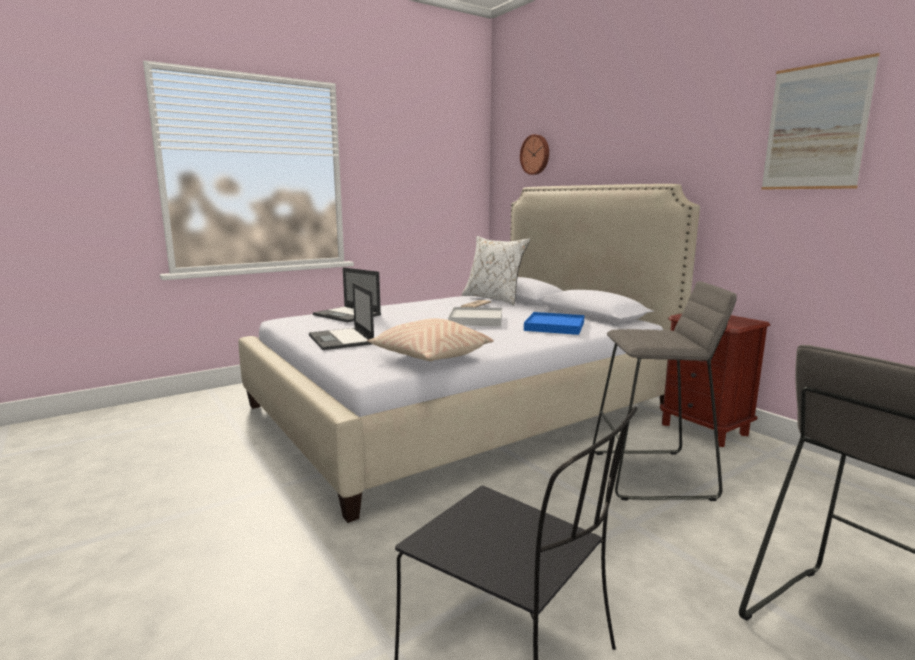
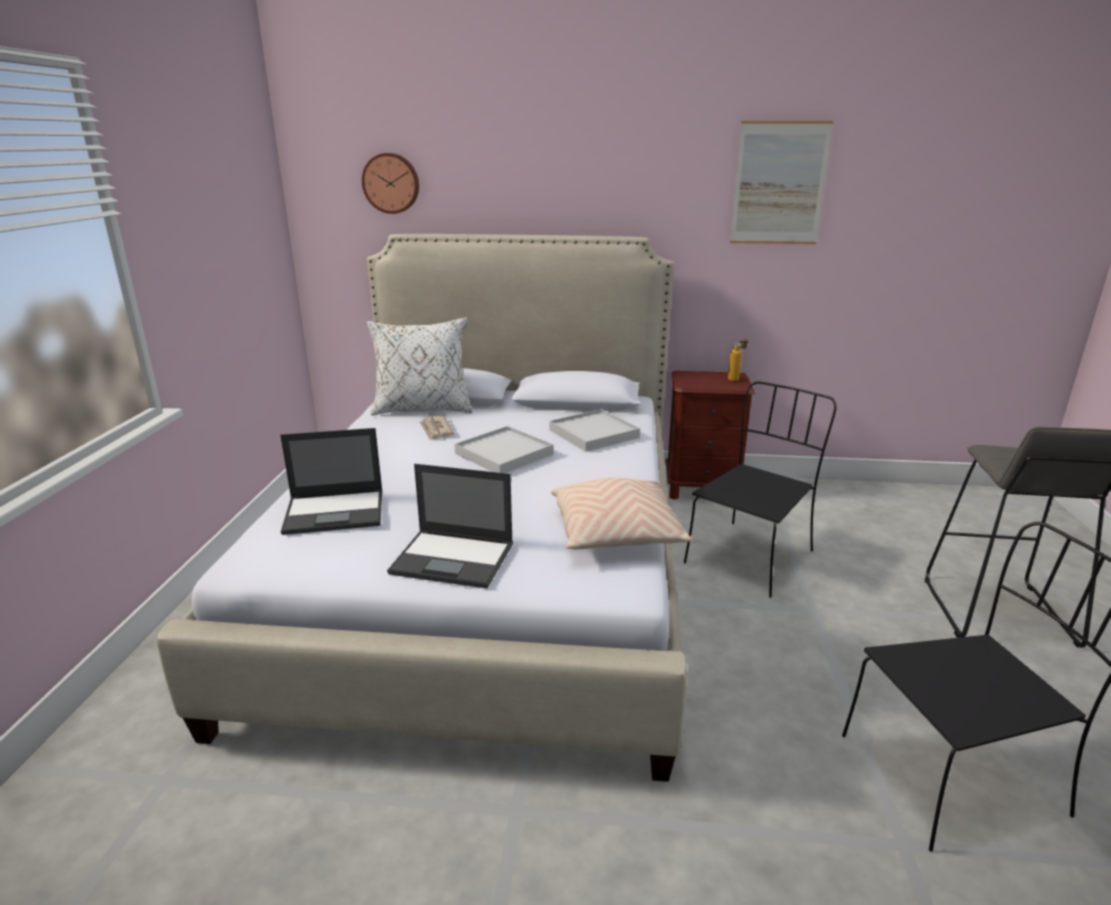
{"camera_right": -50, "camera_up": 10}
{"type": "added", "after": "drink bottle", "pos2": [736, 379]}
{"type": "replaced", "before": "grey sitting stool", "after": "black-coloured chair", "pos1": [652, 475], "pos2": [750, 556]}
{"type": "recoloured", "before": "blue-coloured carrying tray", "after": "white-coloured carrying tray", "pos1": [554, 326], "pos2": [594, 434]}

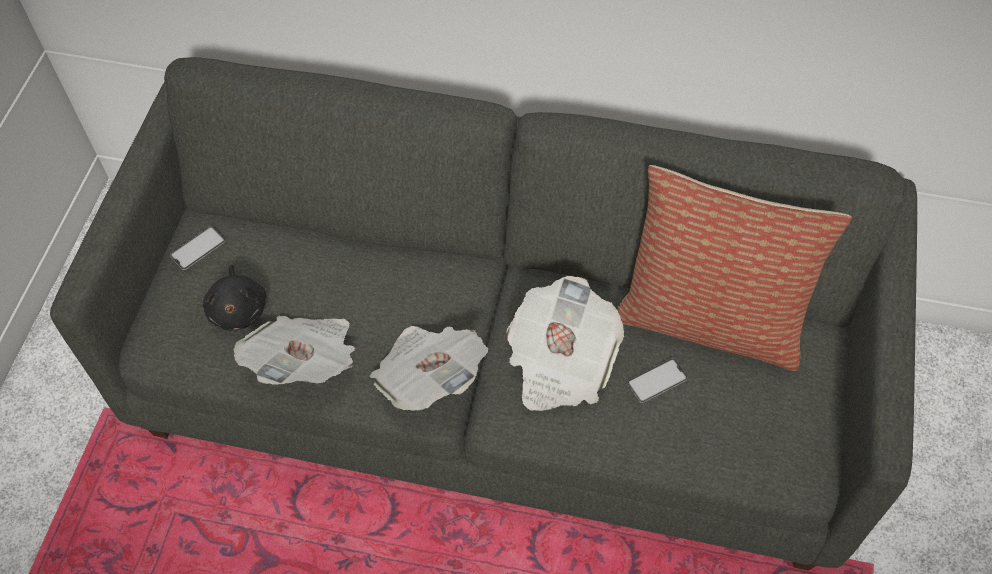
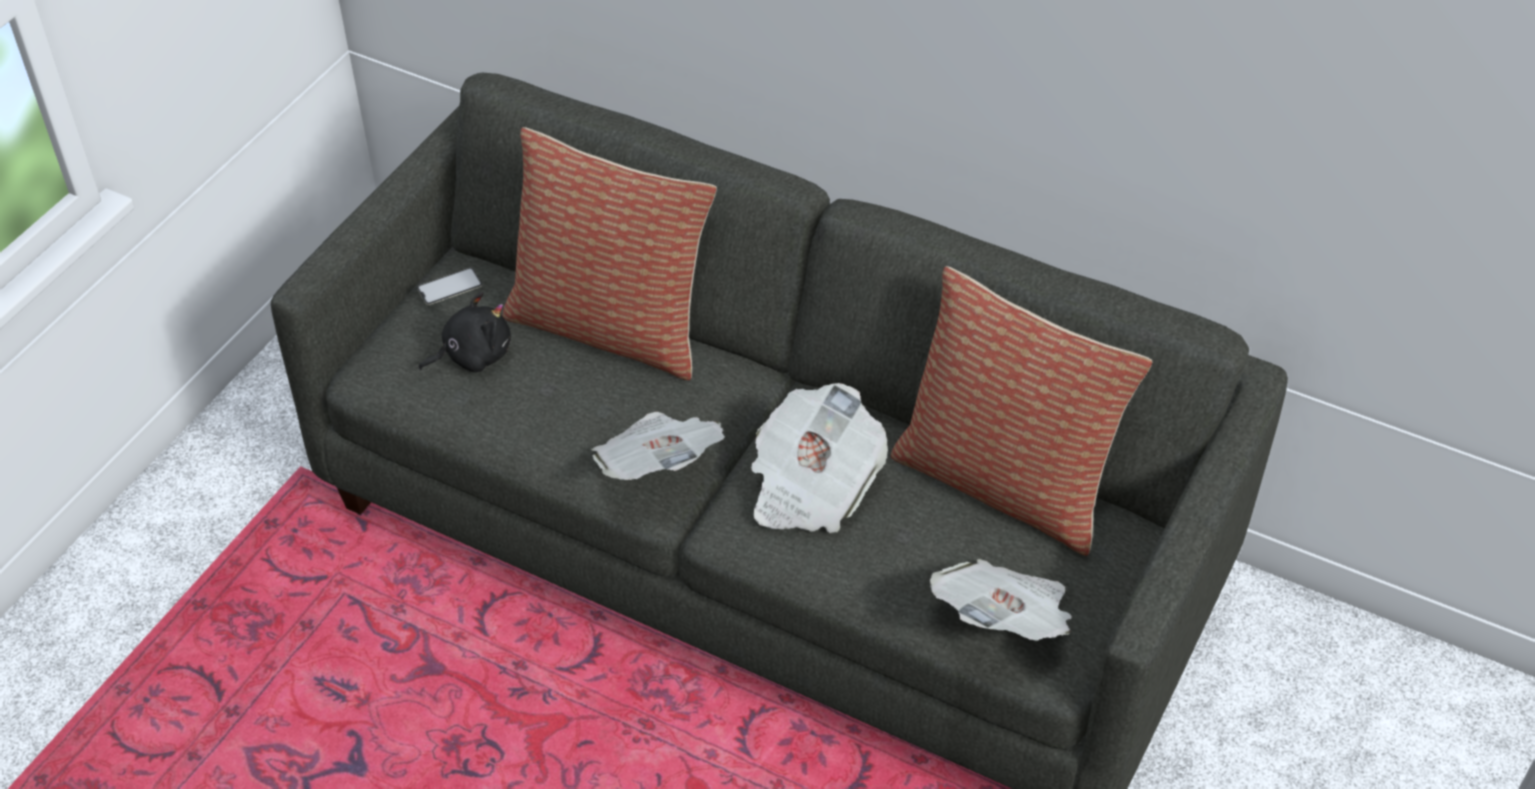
{"camera_right": 15, "camera_up": -10}
{"type": "removed", "before": "handset", "pos1": [657, 381]}
{"type": "added", "after": "throw pillow", "pos2": [611, 326]}
{"type": "moved", "before": "newspaper", "pos1": [305, 362], "pos2": [1004, 621]}
{"type": "turned", "before": "black-coloured plush toy", "pos1": [238, 309], "pos2": [473, 355], "turn": -120}

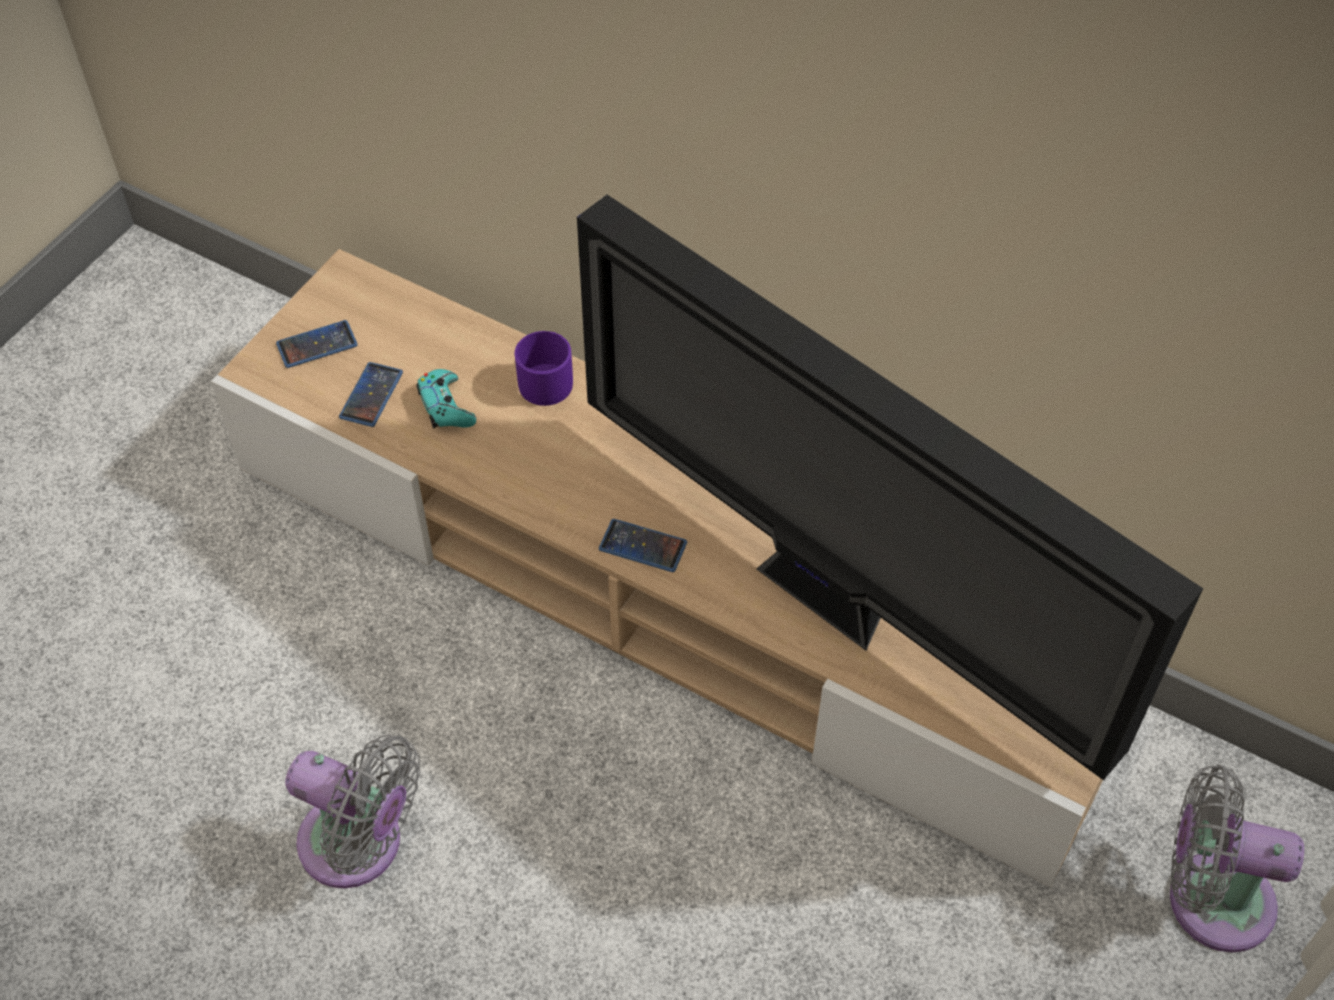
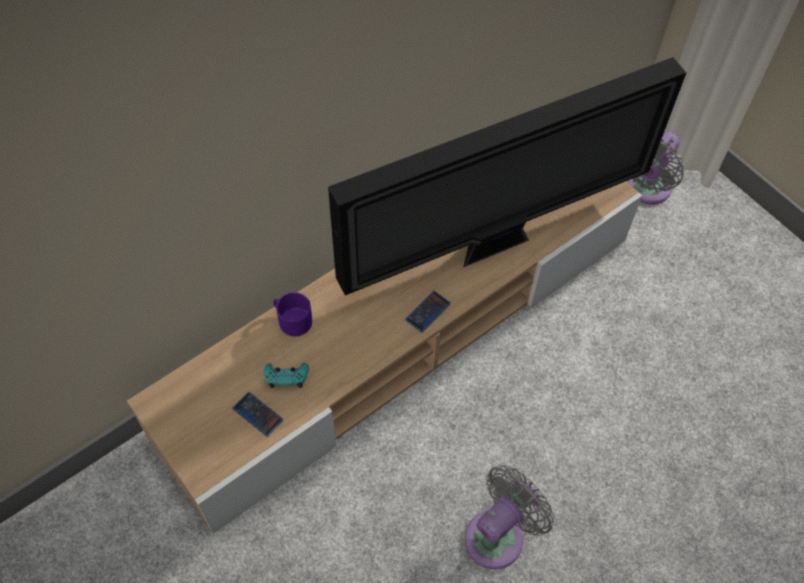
{"camera_right": -70, "camera_up": 5}
{"type": "removed", "before": "handset", "pos1": [317, 345]}

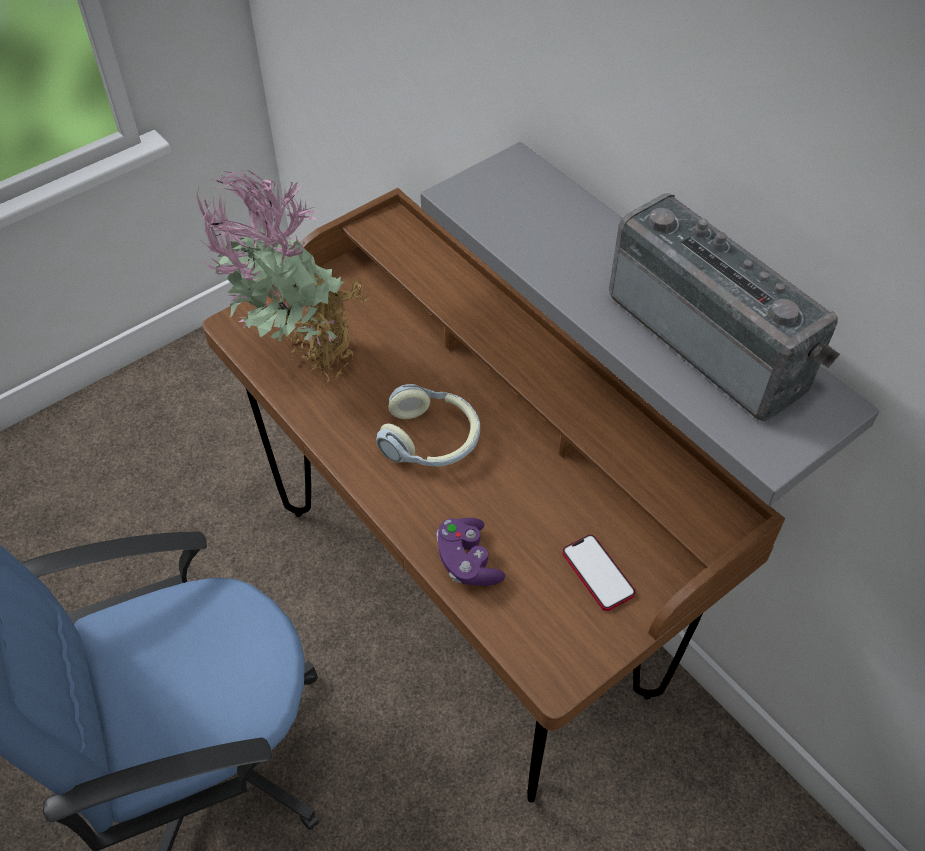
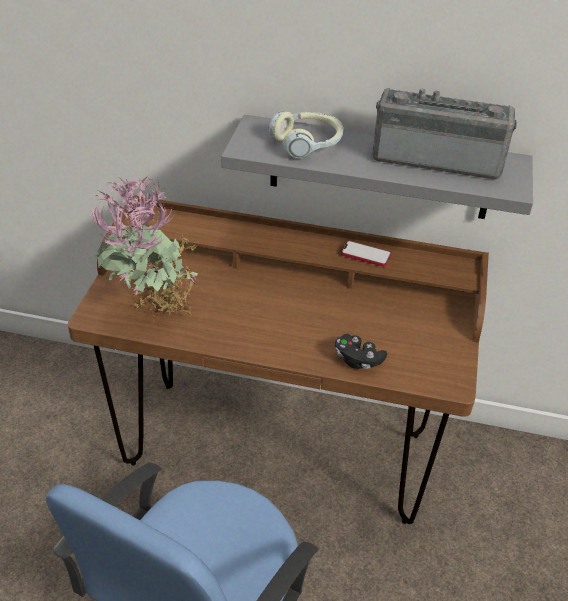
{"camera_right": -40, "camera_up": -10}
{"type": "moved", "before": "headset", "pos1": [431, 440], "pos2": [307, 143]}
{"type": "moved", "before": "handset", "pos1": [597, 573], "pos2": [366, 255]}
{"type": "recoloured", "before": "purple-coloured joypad", "after": "black-coloured joypad", "pos1": [467, 561], "pos2": [358, 360]}

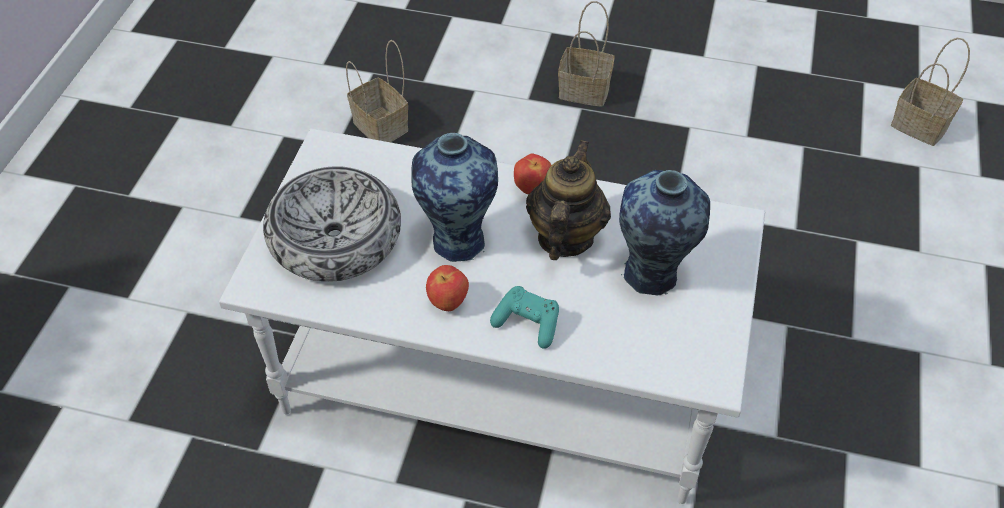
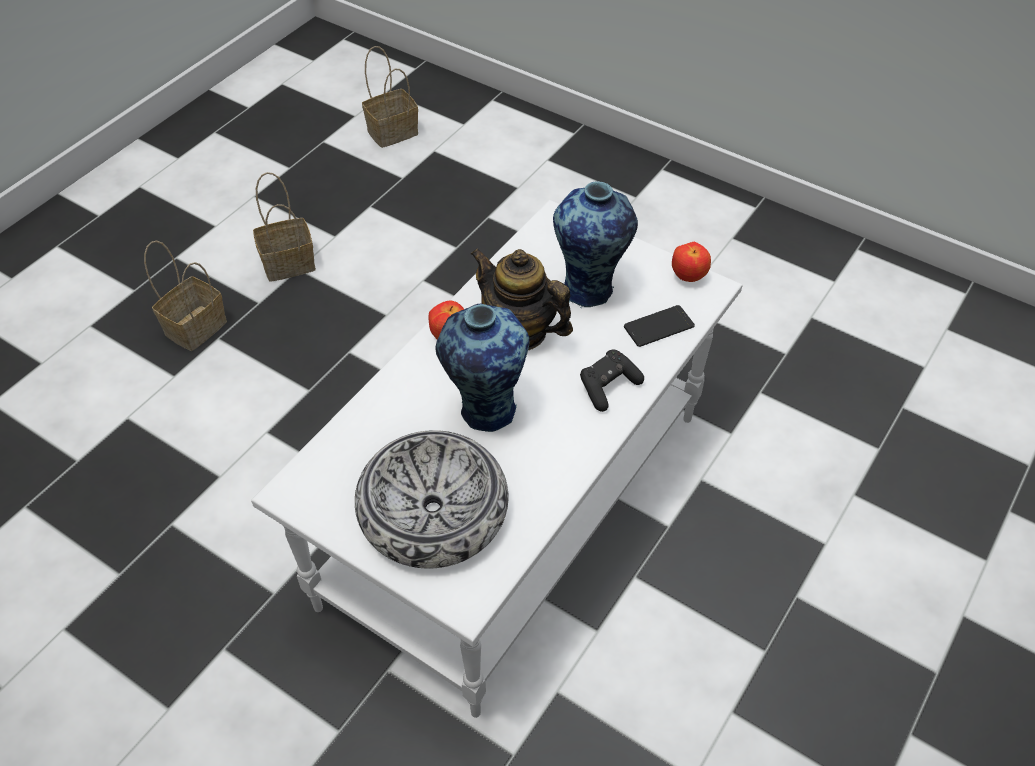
{"camera_right": -70, "camera_up": 0}
{"type": "added", "after": "handset", "pos2": [659, 327]}
{"type": "moved", "before": "household basket", "pos1": [382, 127], "pos2": [290, 262]}
{"type": "moved", "before": "apple fruit", "pos1": [448, 303], "pos2": [688, 277]}
{"type": "recoloured", "before": "turquoise joypad", "after": "black-coloured joypad", "pos1": [527, 323], "pos2": [608, 386]}

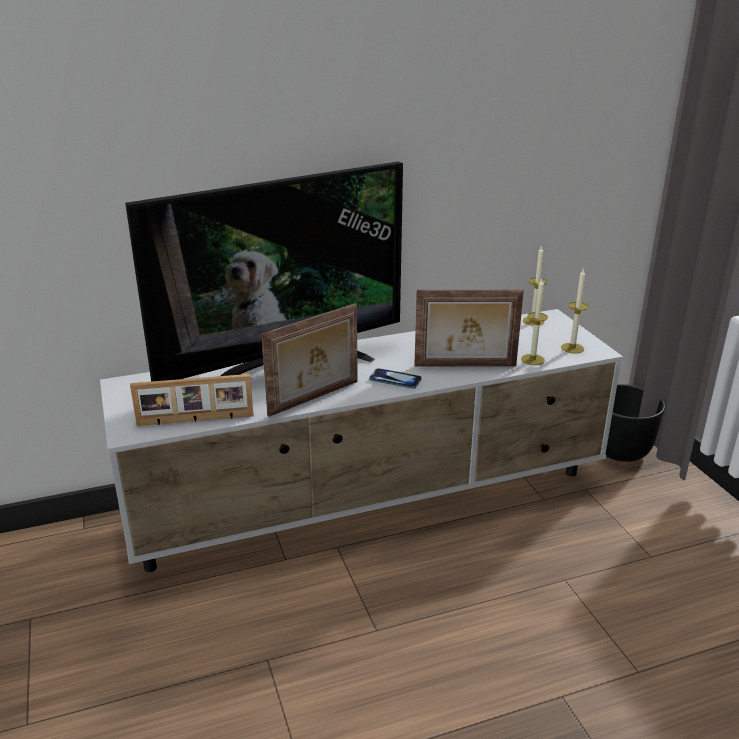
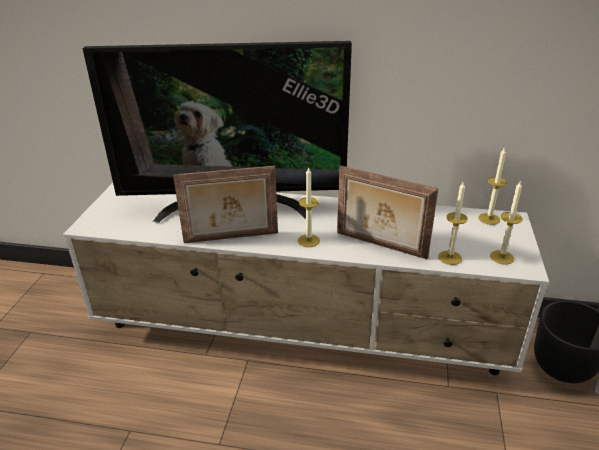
{"camera_right": 30, "camera_up": 5}
{"type": "removed", "before": "picture frame", "pos1": [195, 420]}
{"type": "replaced", "before": "handset", "after": "wax candle", "pos1": [395, 380], "pos2": [308, 240]}

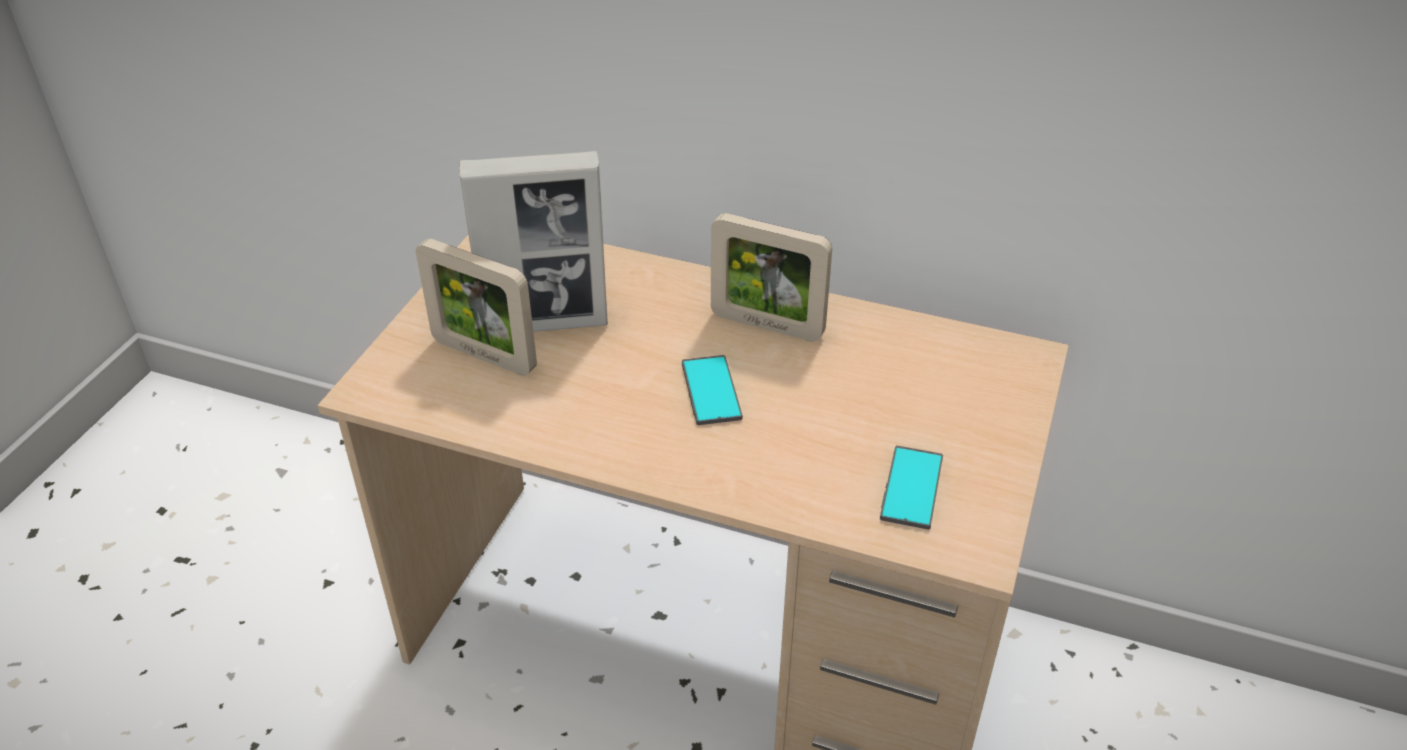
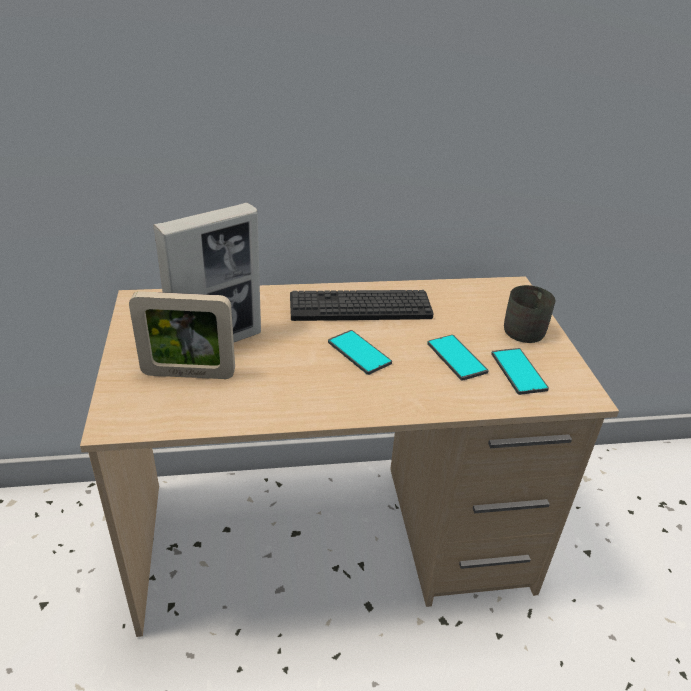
{"camera_right": -30, "camera_up": -5}
{"type": "added", "after": "handset", "pos2": [456, 358]}
{"type": "added", "after": "grey tea mug", "pos2": [527, 328]}
{"type": "replaced", "before": "picture frame", "after": "PC keyboard", "pos1": [767, 325], "pos2": [360, 307]}

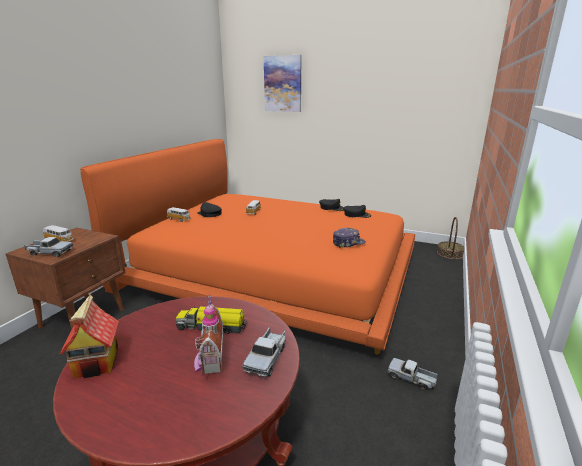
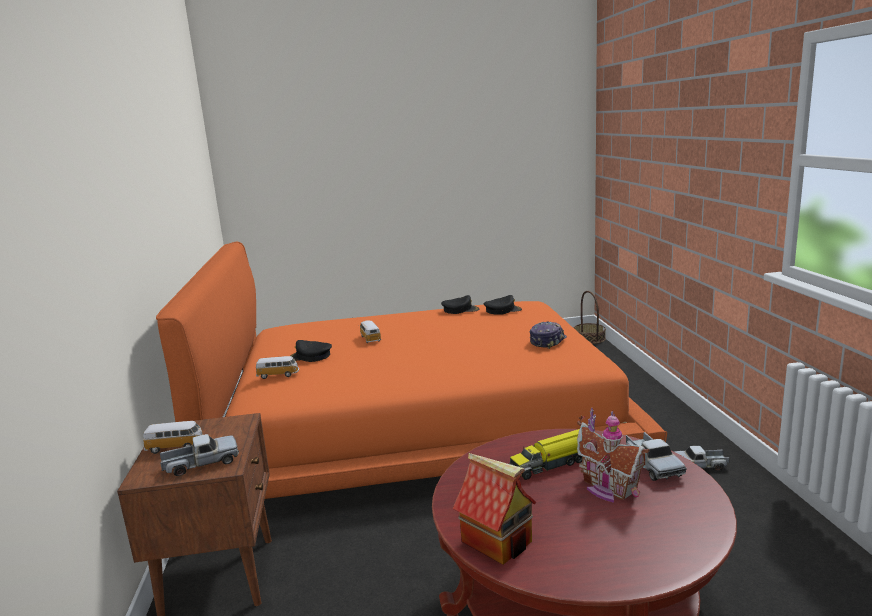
{"camera_right": -30, "camera_up": -5}
{"type": "removed", "before": "wall picture", "pos1": [283, 84]}

